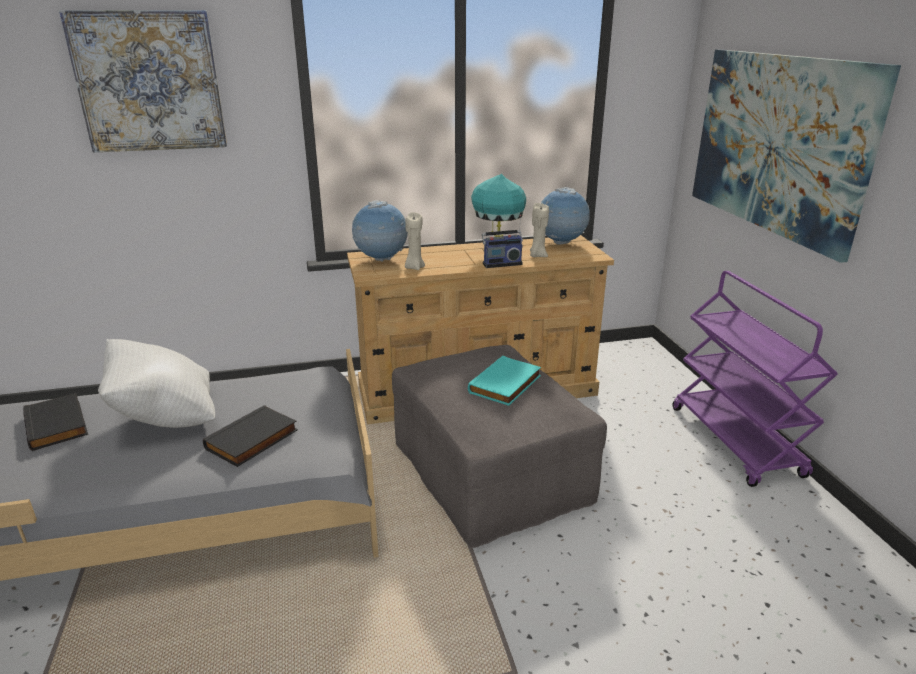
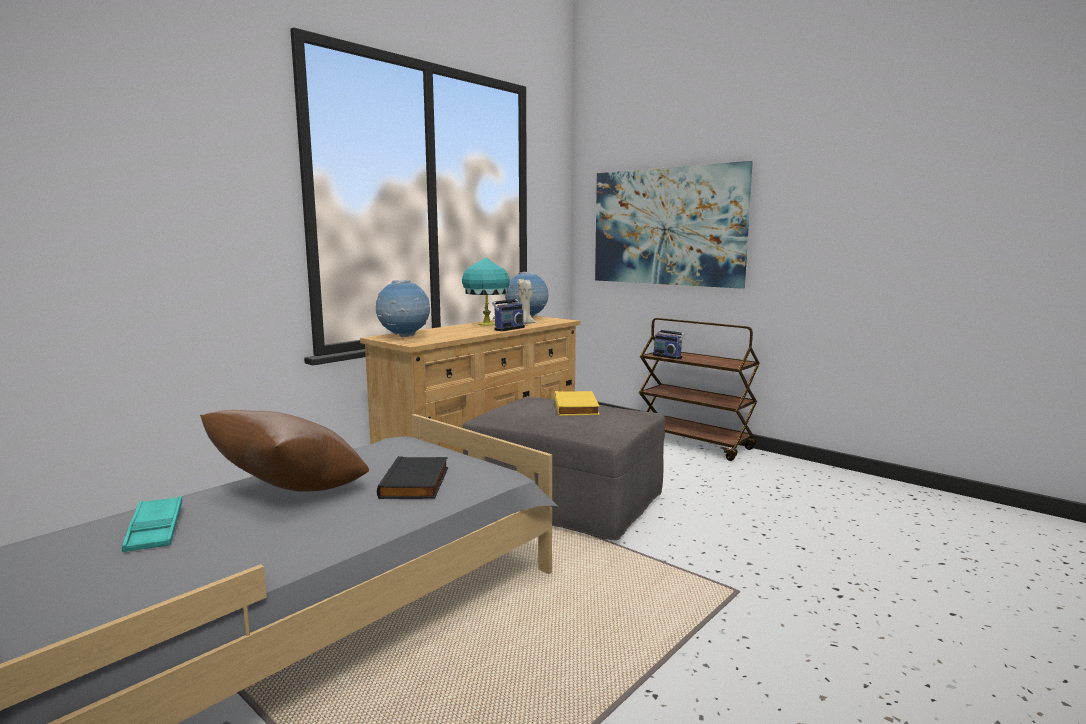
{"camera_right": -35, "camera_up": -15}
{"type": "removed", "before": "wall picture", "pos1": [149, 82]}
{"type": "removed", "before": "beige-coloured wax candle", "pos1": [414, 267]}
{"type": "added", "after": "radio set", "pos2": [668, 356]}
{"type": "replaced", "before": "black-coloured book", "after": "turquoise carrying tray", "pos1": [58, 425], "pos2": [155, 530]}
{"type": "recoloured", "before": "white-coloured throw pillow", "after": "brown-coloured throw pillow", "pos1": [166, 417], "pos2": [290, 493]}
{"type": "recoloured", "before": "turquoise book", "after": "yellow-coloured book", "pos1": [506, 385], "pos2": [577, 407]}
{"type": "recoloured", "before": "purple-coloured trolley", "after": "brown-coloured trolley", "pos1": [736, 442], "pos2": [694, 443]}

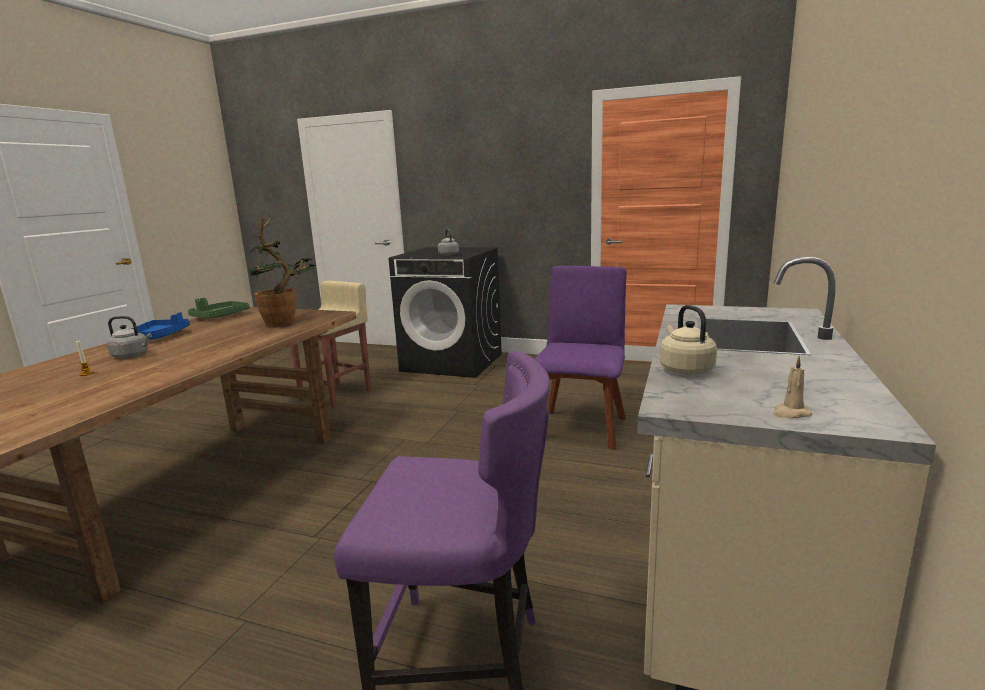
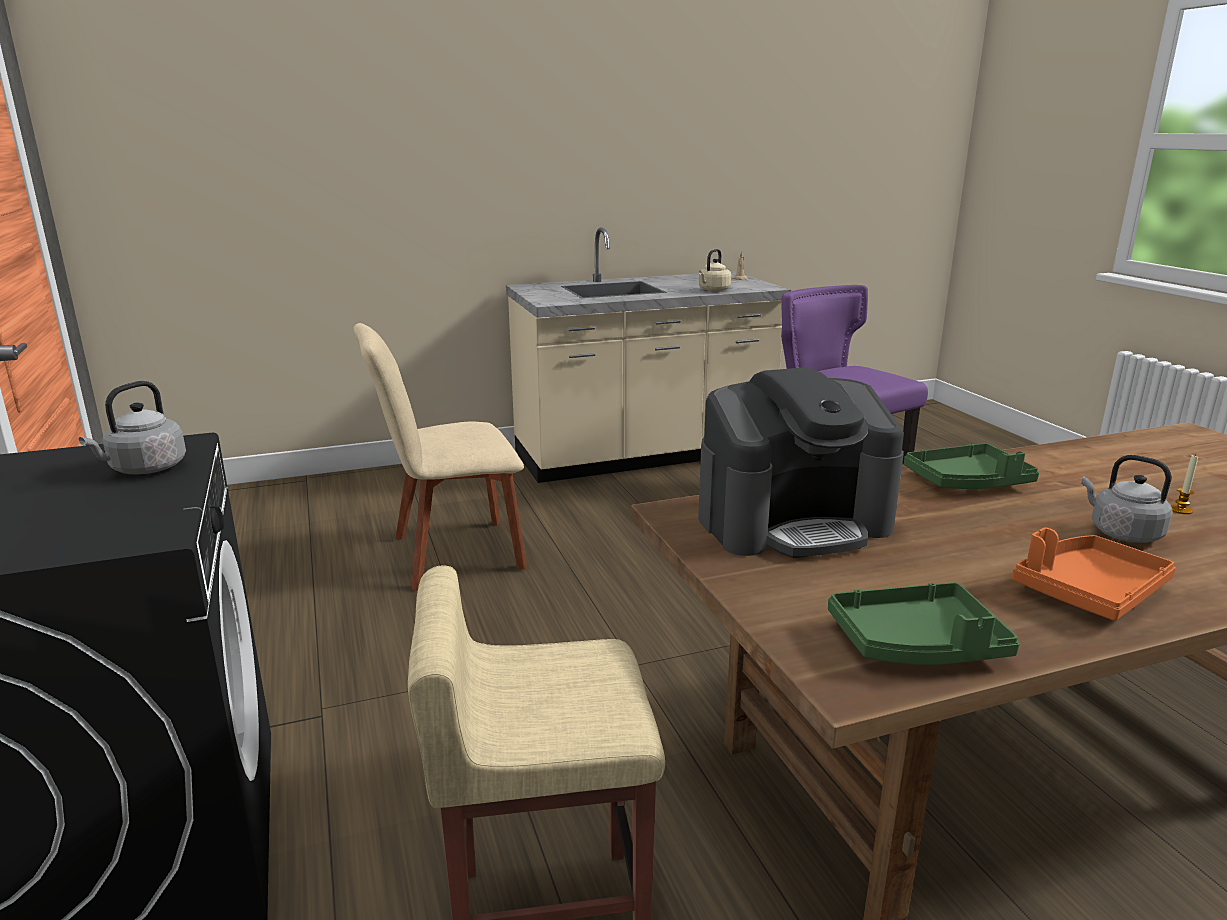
{"camera_right": -130, "camera_up": 5}
{"type": "added", "after": "green-coloured carrying tray", "pos2": [968, 482]}
{"type": "replaced", "before": "potted plant", "after": "coffee brewer", "pos1": [286, 322], "pos2": [793, 522]}
{"type": "recoloured", "before": "blue-coloured carrying tray", "after": "orange carrying tray", "pos1": [159, 337], "pos2": [1088, 591]}
{"type": "recoloured", "before": "purple-coloured chair", "after": "beige-coloured chair", "pos1": [580, 427], "pos2": [450, 554]}

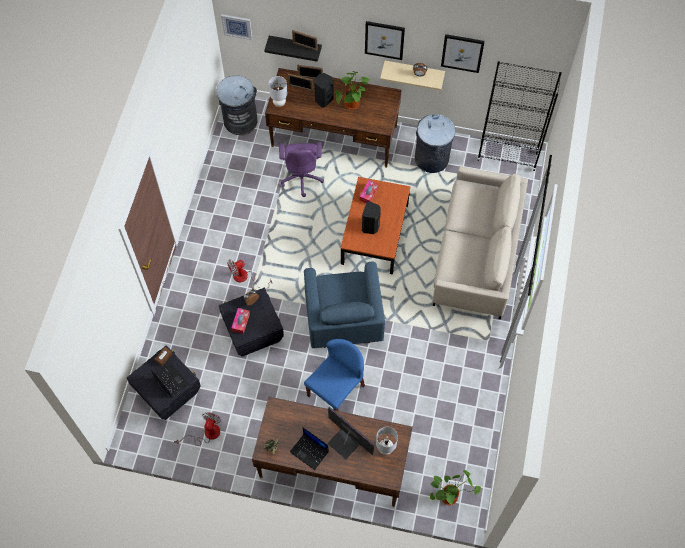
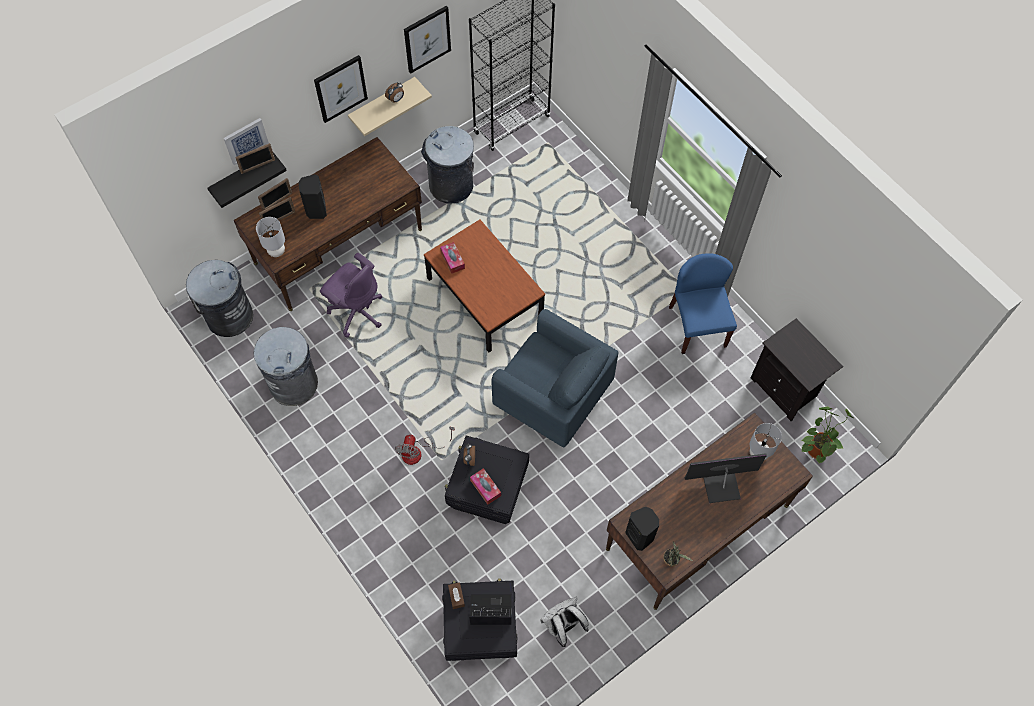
{"camera_right": -50, "camera_up": 0}
{"type": "removed", "before": "portable computer", "pos1": [310, 451]}
{"type": "removed", "before": "potted plant", "pos1": [352, 105]}
{"type": "removed", "before": "beige-coloured settee", "pos1": [476, 255]}
{"type": "added", "after": "grey rubbish bin", "pos2": [294, 384]}
{"type": "added", "after": "black-coloured night table", "pos2": [785, 388]}
{"type": "moved", "before": "wall picture", "pos1": [237, 26], "pos2": [246, 140]}
{"type": "moved", "before": "blue-coloured chair", "pos1": [336, 390], "pos2": [697, 326]}
{"type": "moved", "before": "black-coloured audio speaker", "pos1": [371, 227], "pos2": [640, 536]}
{"type": "replaced", "before": "electric fan", "after": "white-coloured backpack", "pos1": [206, 434], "pos2": [562, 626]}

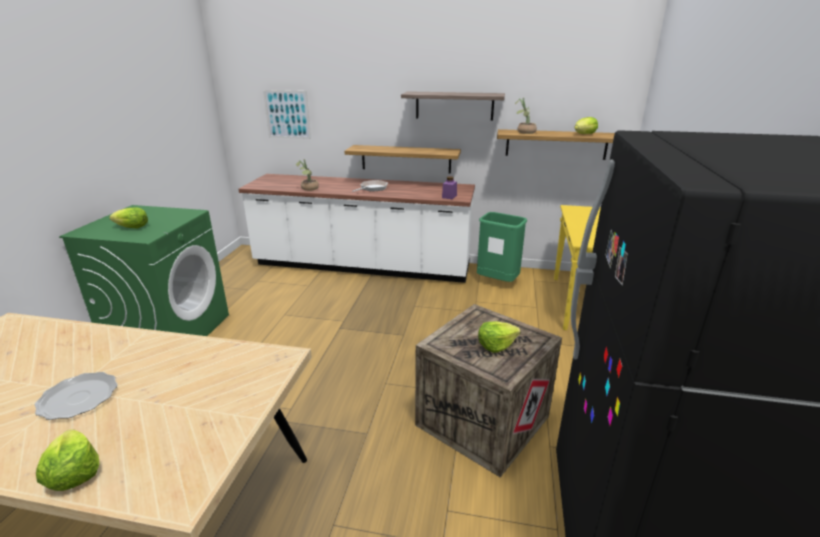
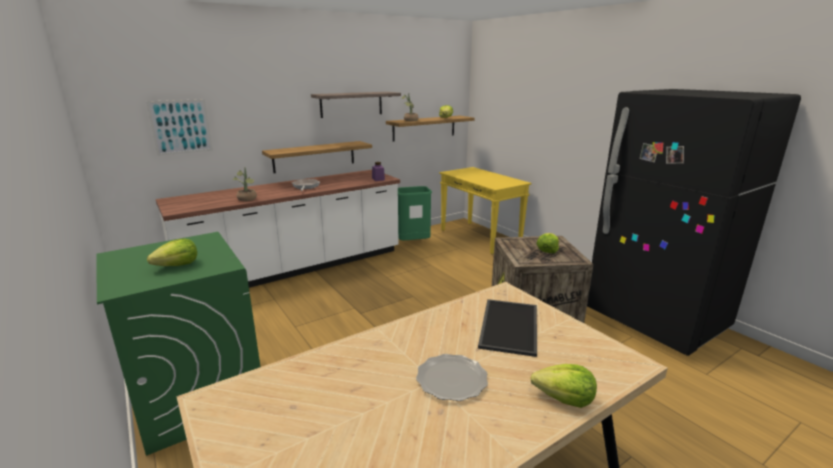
{"camera_right": -45, "camera_up": -5}
{"type": "added", "after": "carrying tray", "pos2": [507, 325]}

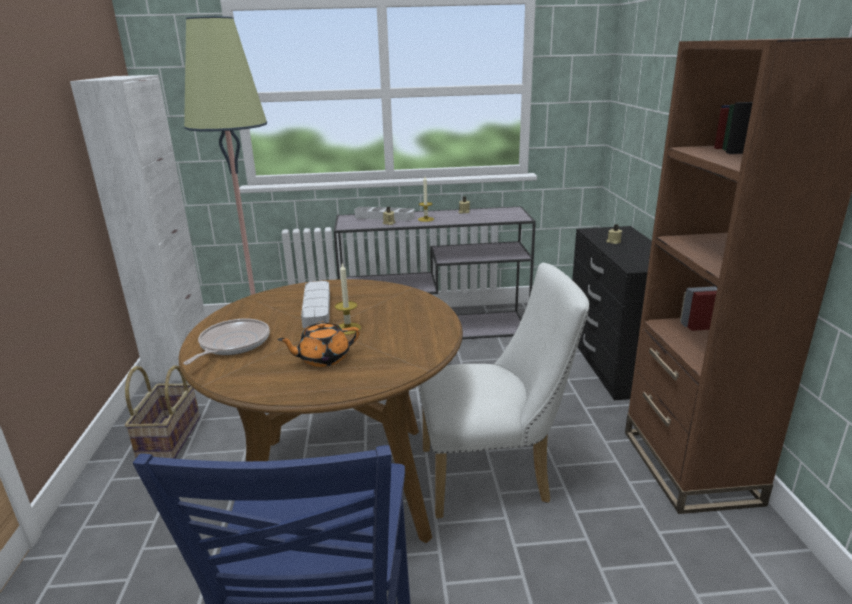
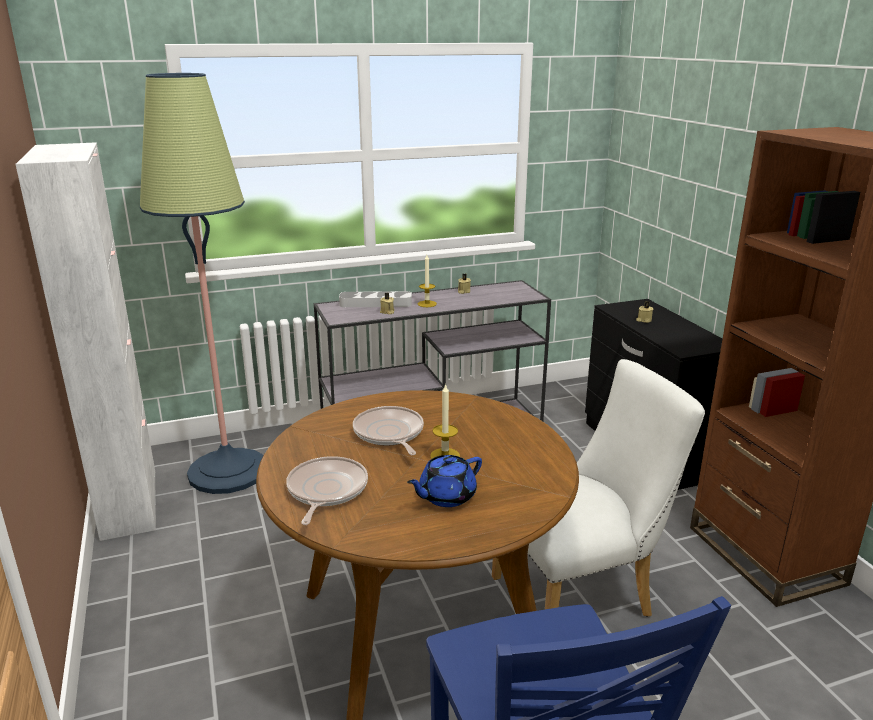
{"camera_right": -15, "camera_up": 0}
{"type": "removed", "before": "household basket", "pos1": [168, 438]}
{"type": "replaced", "before": "grey carrying tray", "after": "pan", "pos1": [317, 308], "pos2": [389, 434]}
{"type": "recoloured", "before": "orange teapot", "after": "blue-coloured teapot", "pos1": [323, 358], "pos2": [446, 496]}

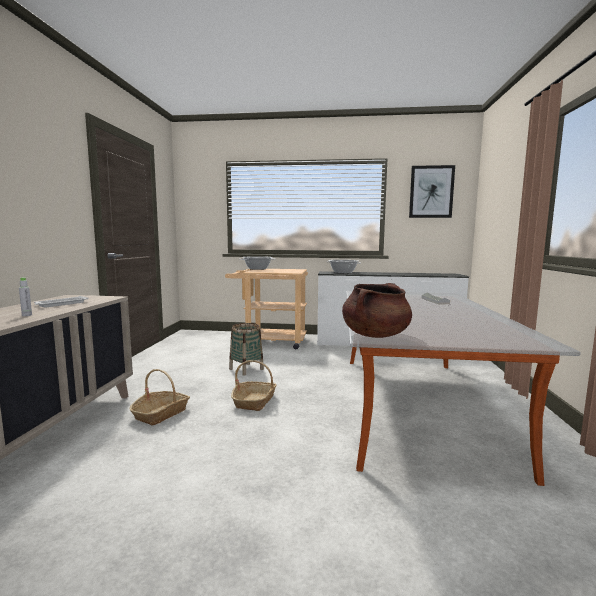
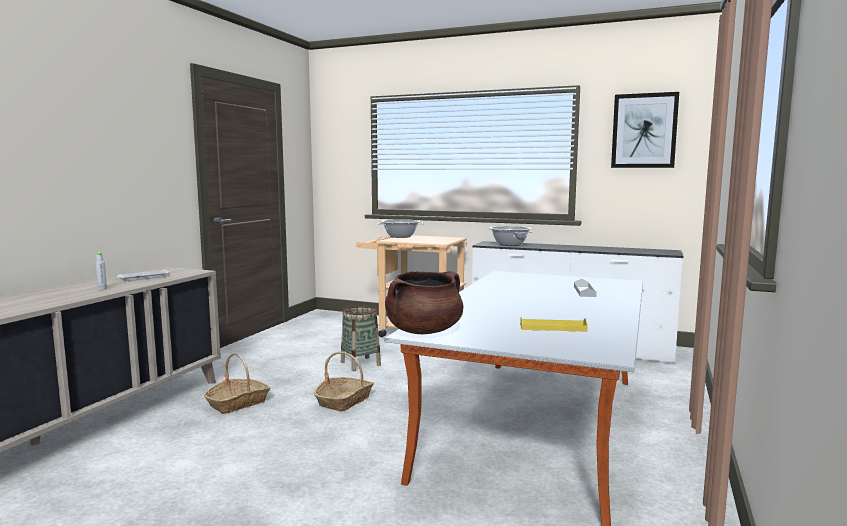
{"camera_right": 15, "camera_up": 0}
{"type": "added", "after": "yellow-coloured carrying tray", "pos2": [553, 328]}

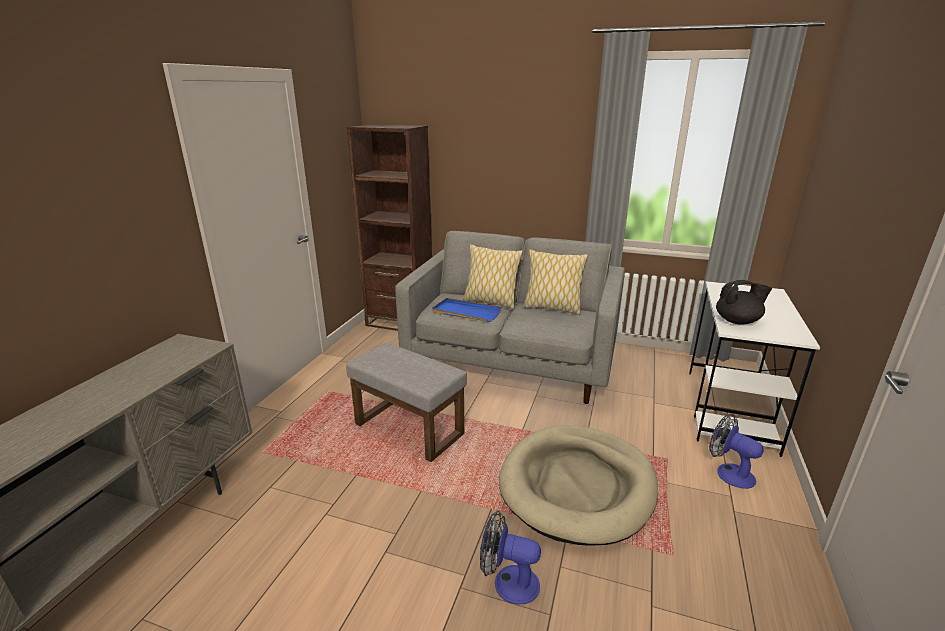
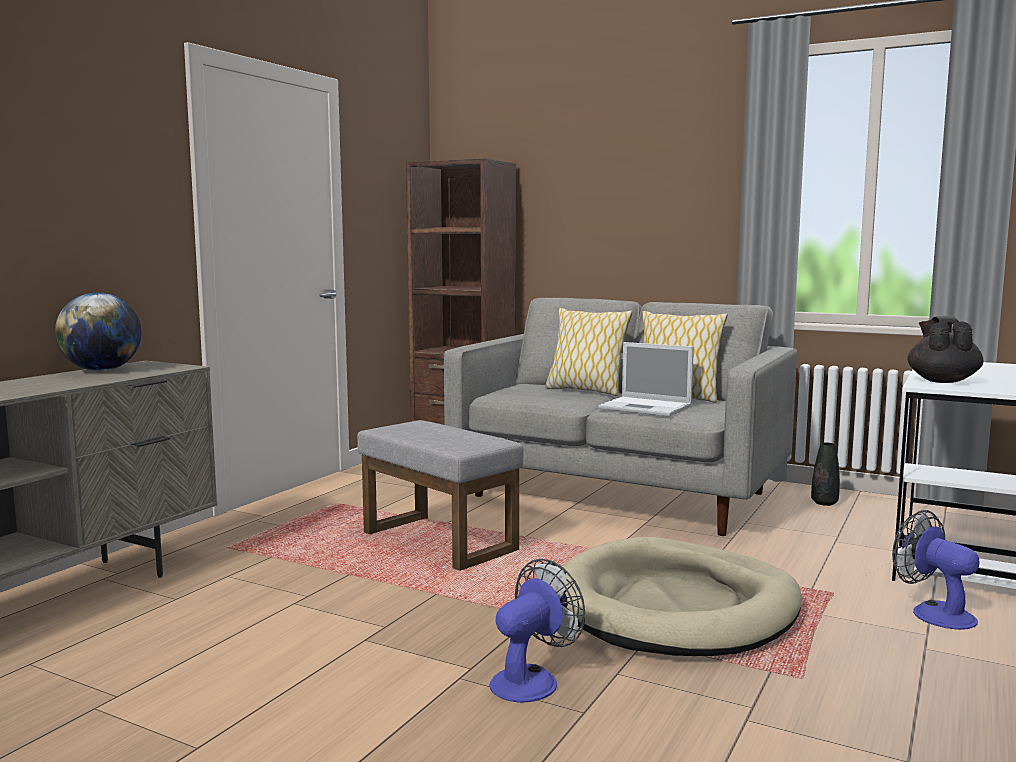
{"camera_right": 10, "camera_up": -15}
{"type": "removed", "before": "blue-coloured carrying tray", "pos1": [466, 312]}
{"type": "added", "after": "globe", "pos2": [102, 370]}
{"type": "added", "after": "portable computer", "pos2": [647, 407]}
{"type": "added", "after": "black-coloured vase", "pos2": [824, 503]}
{"type": "turned", "before": "electric fan", "pos1": [508, 582], "pos2": [532, 680], "turn": 105}
{"type": "turned", "before": "black-coloured teapot", "pos1": [737, 321], "pos2": [942, 381], "turn": -90}

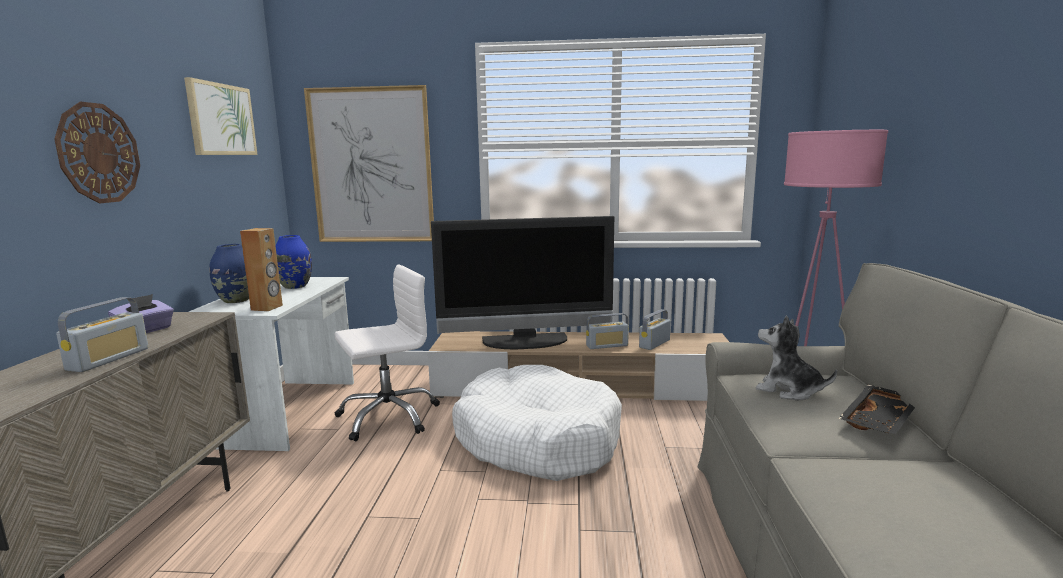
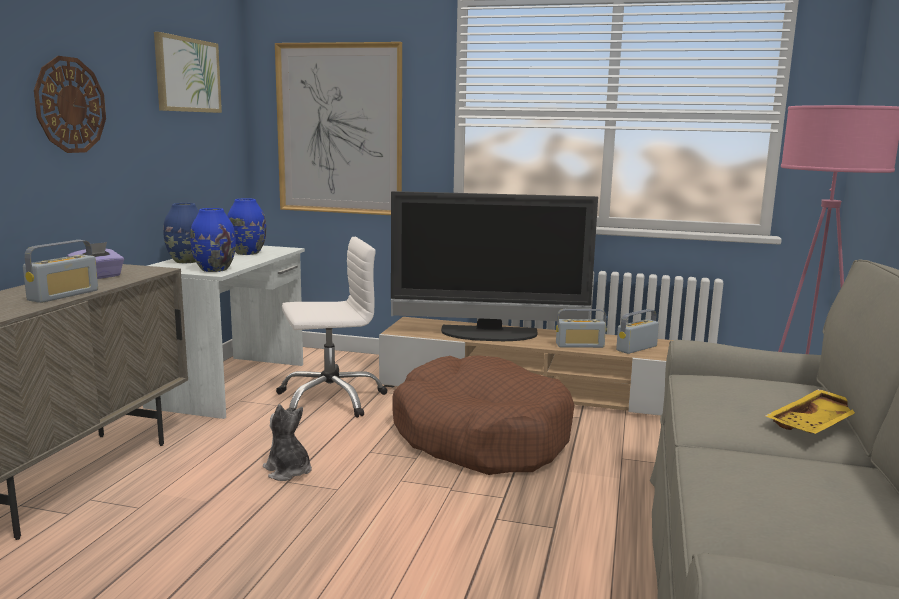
{"camera_right": 10, "camera_up": 0}
{"type": "moved", "before": "plush toy", "pos1": [788, 391], "pos2": [288, 471]}
{"type": "replaced", "before": "brown-coloured audio speaker", "after": "blue-coloured vase", "pos1": [267, 308], "pos2": [214, 269]}
{"type": "recoloured", "before": "white-coloured dog bed", "after": "brown-coloured dog bed", "pos1": [537, 440], "pos2": [481, 436]}
{"type": "recoloured", "before": "black-coloured carrying tray", "after": "yellow-coloured carrying tray", "pos1": [881, 420], "pos2": [816, 424]}

